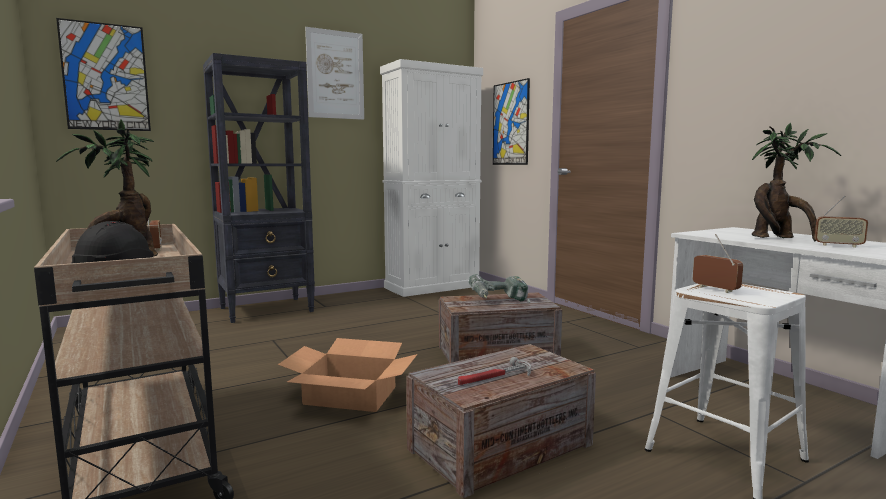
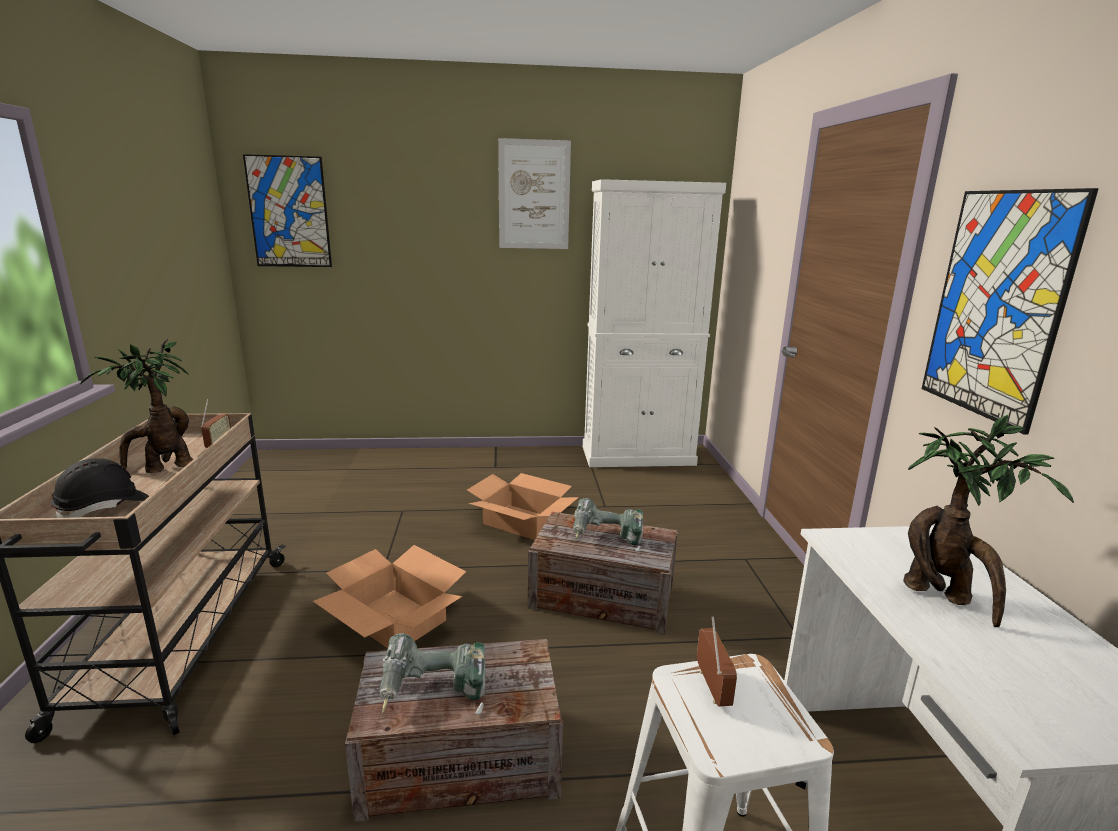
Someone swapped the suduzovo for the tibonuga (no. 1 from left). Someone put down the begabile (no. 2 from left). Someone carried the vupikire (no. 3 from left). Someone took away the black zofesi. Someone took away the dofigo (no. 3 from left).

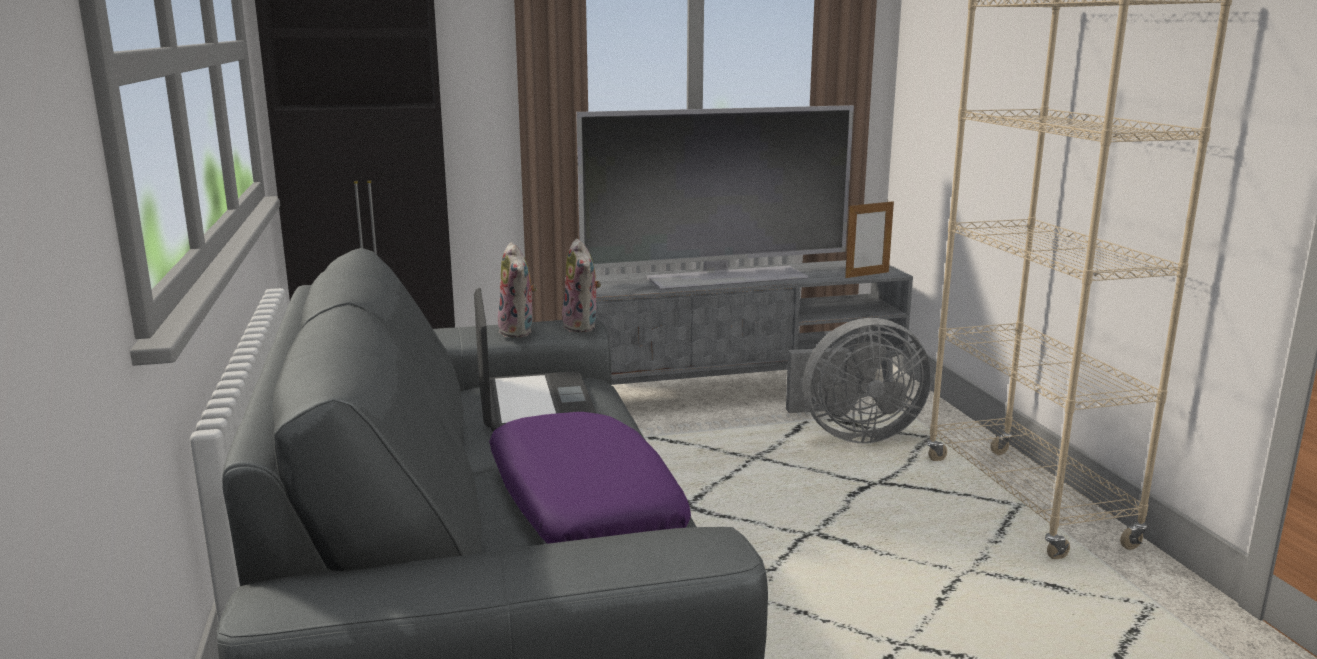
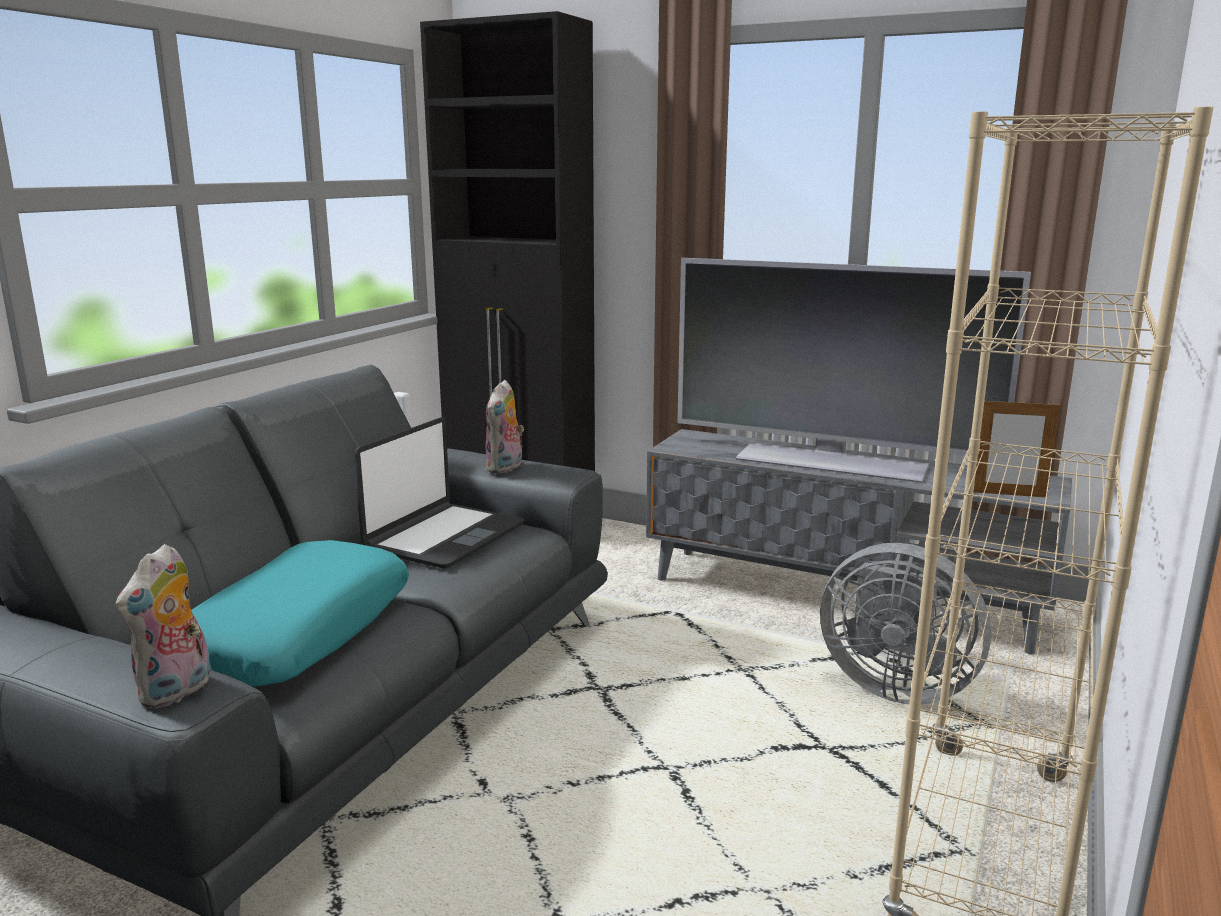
Someone carried the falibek (no. 2 from left in the first image). Someone repainted the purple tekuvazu, which became the turquoise tekuvazu.

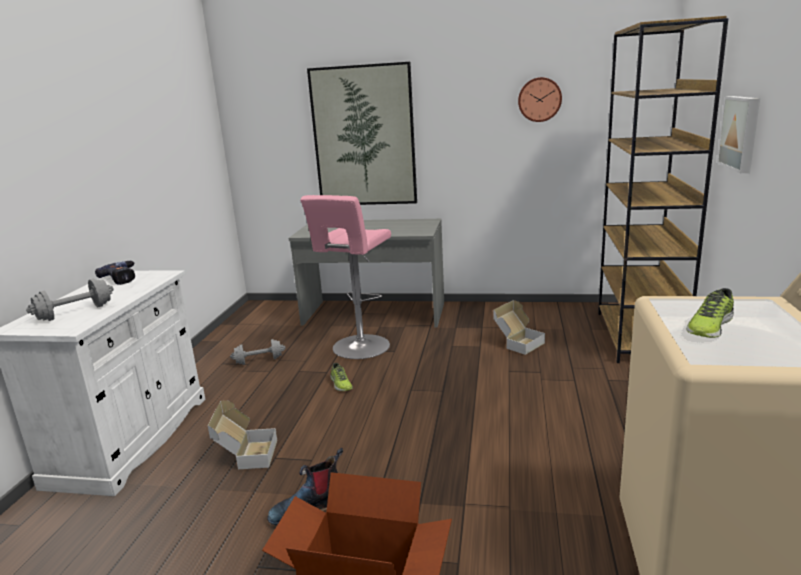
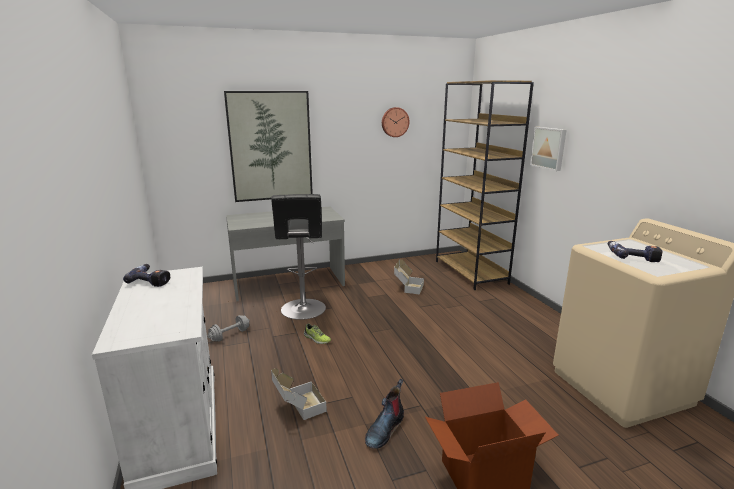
Someone repainted the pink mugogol, which became the black mugogol. Someone swapped the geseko (no. 2 from left) for the tibonuga (no. 2 from left). Someone took away the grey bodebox (no. 1 from left).

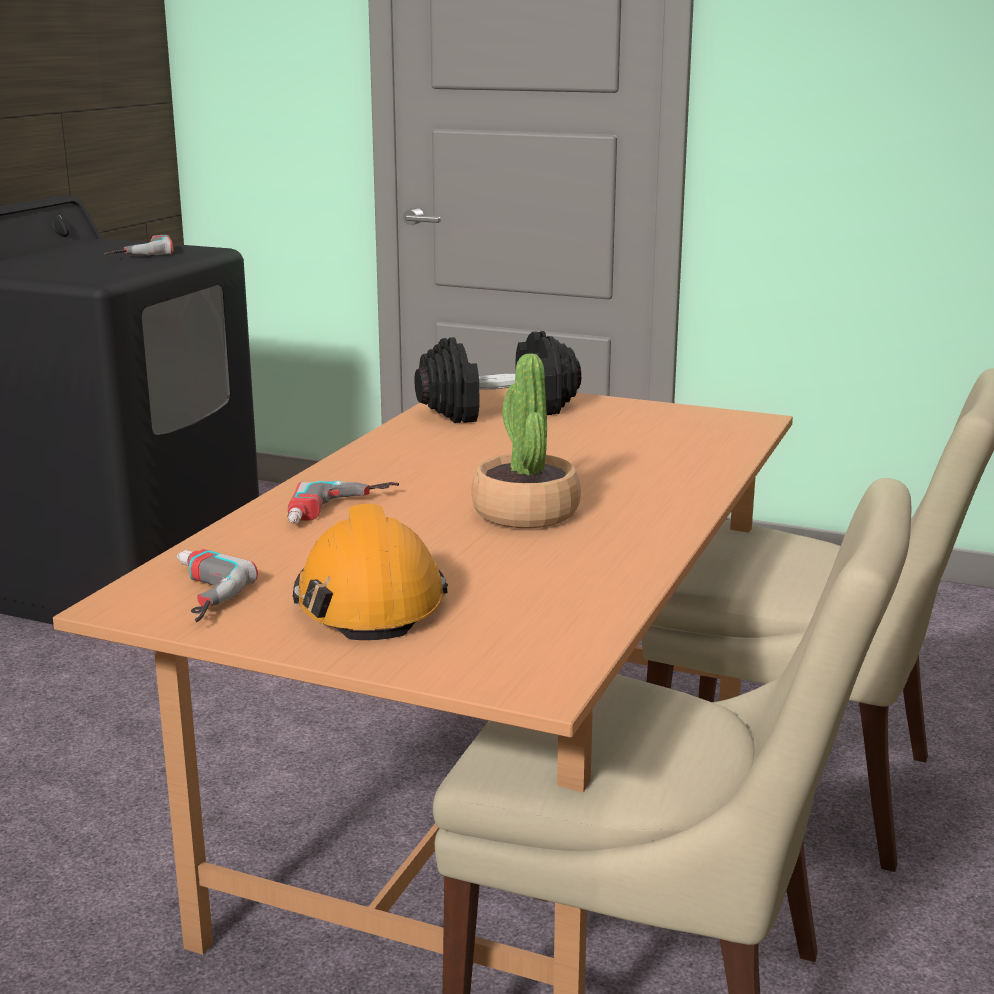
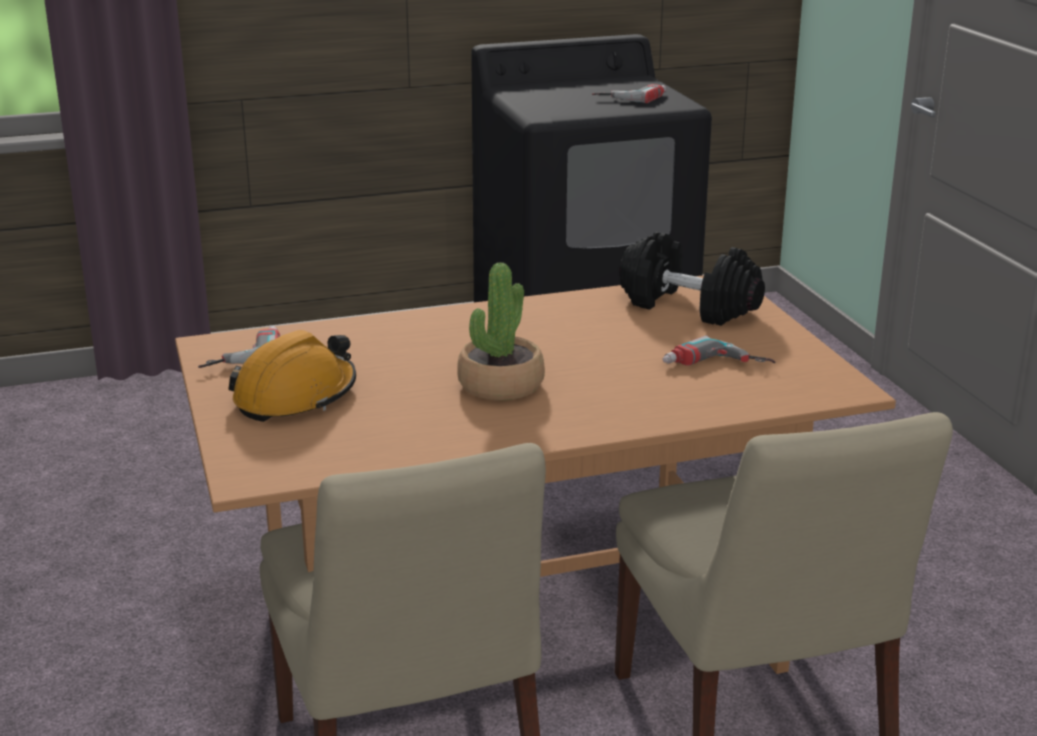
Someone carried the tibonuga (no. 3 from left).

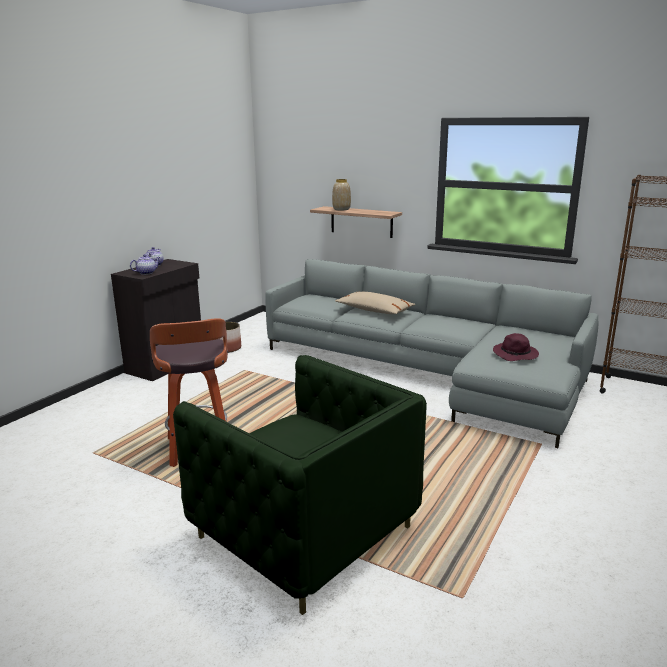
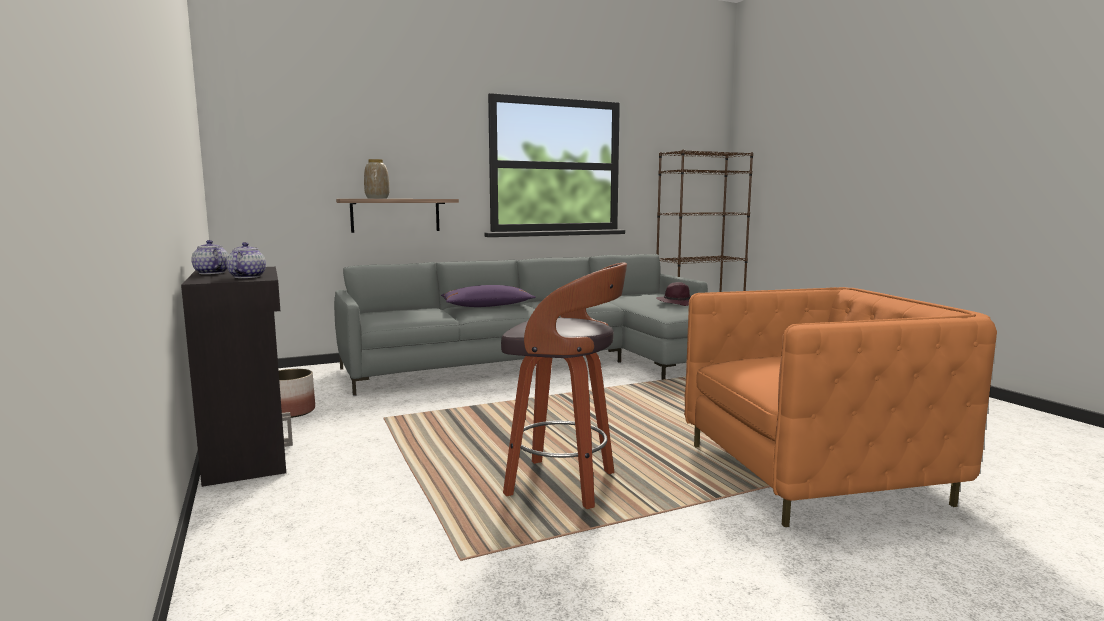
Someone repainted the beige tekuvazu, which became the purple tekuvazu. Someone repainted the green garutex, which became the orange garutex.

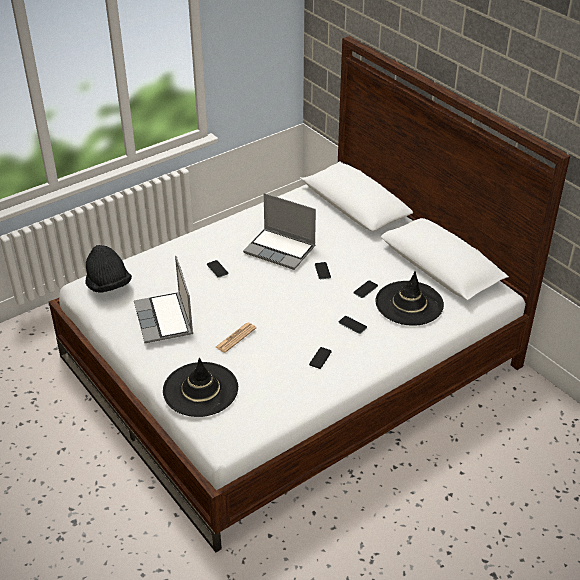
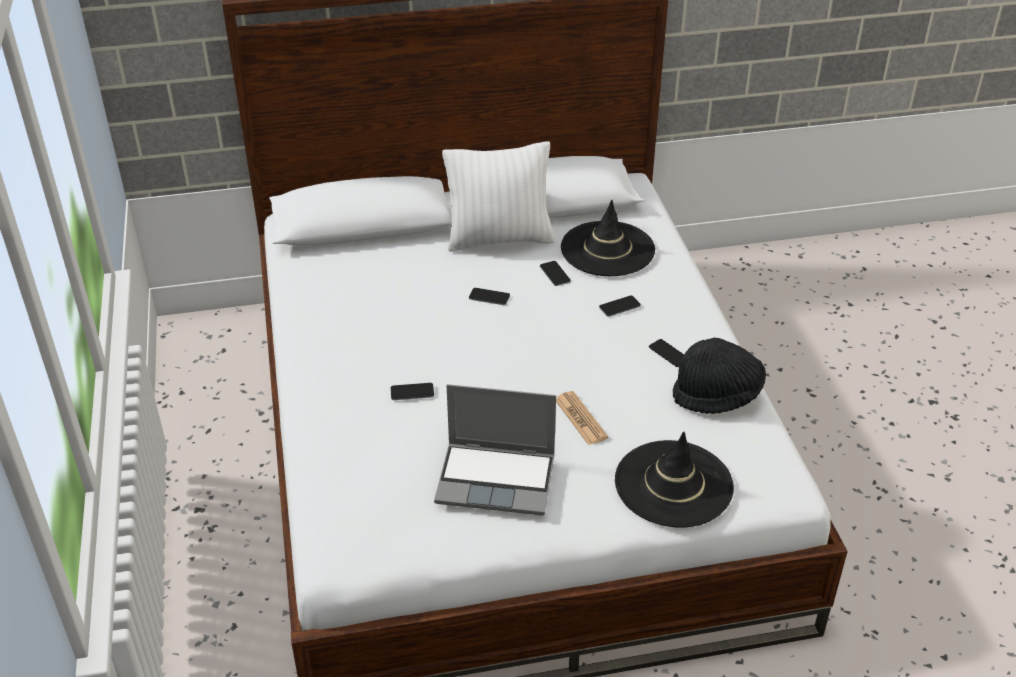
Someone put down the white tekuvazu. Someone carried the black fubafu (no. 1 from left in the first image). Someone took away the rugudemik (no. 2 from left).

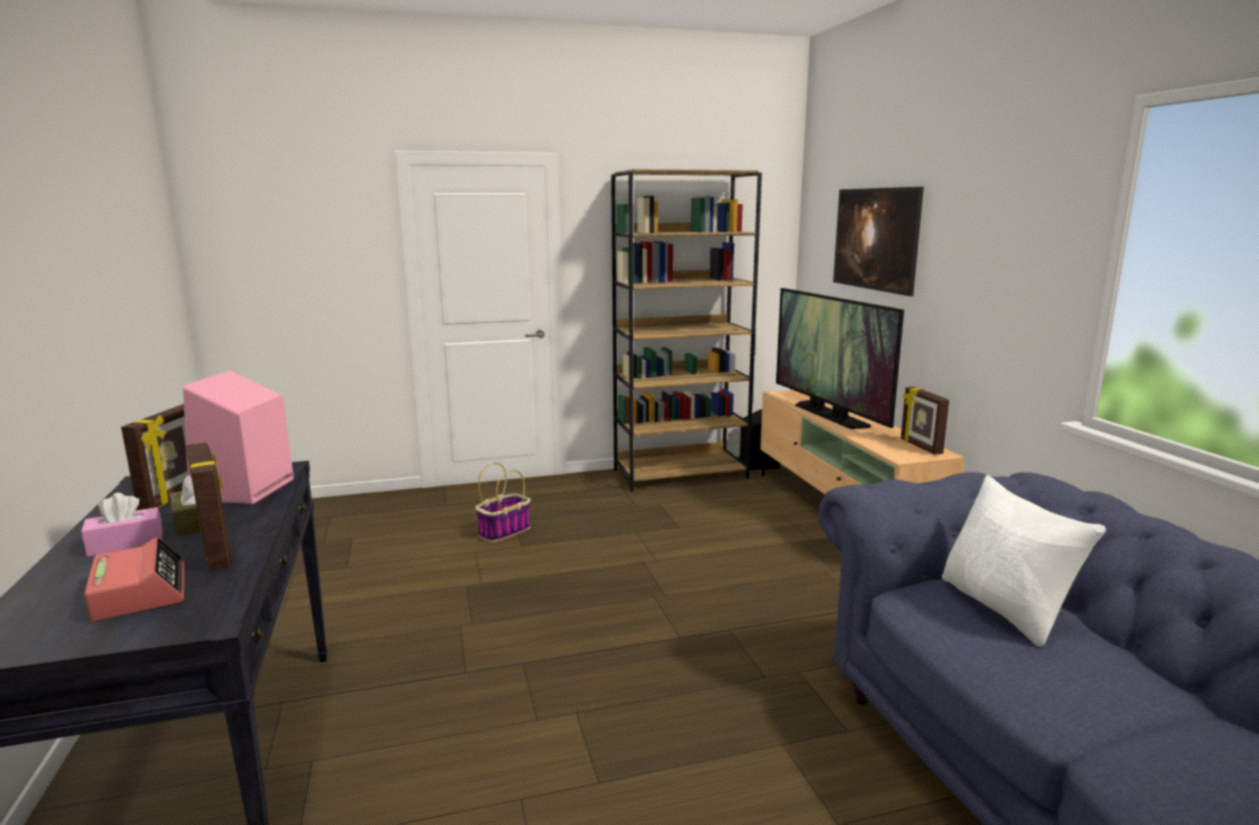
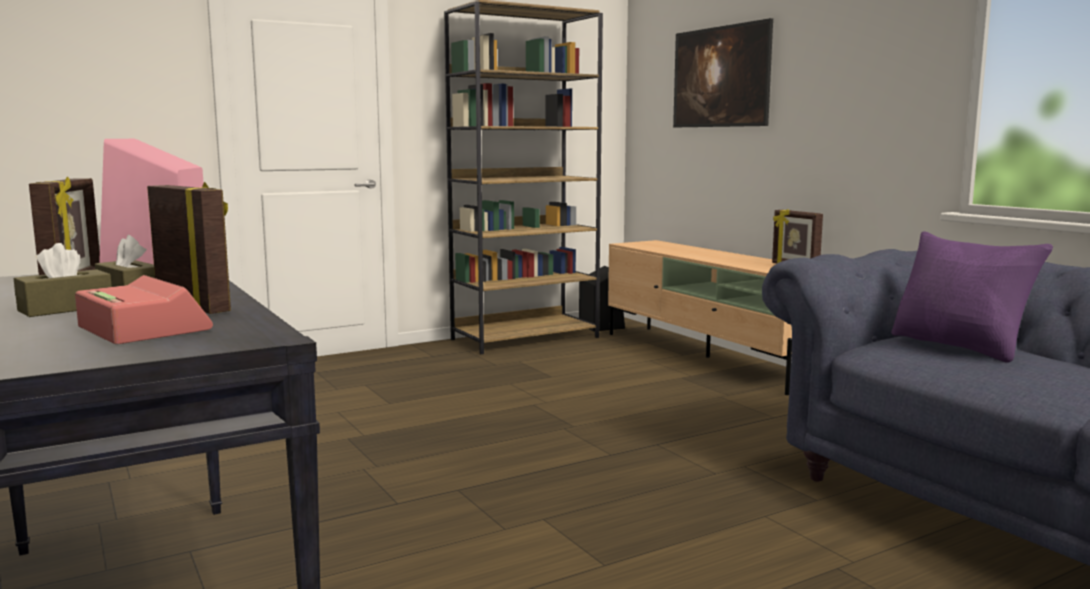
Someone repainted the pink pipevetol, which became the brown pipevetol (no. 1 from left). Someone repainted the white tekuvazu, which became the purple tekuvazu. Someone took away the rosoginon. Someone took away the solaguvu.

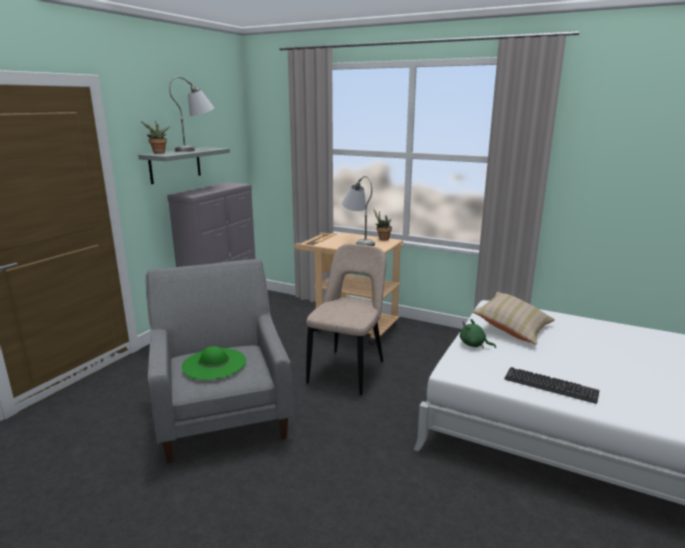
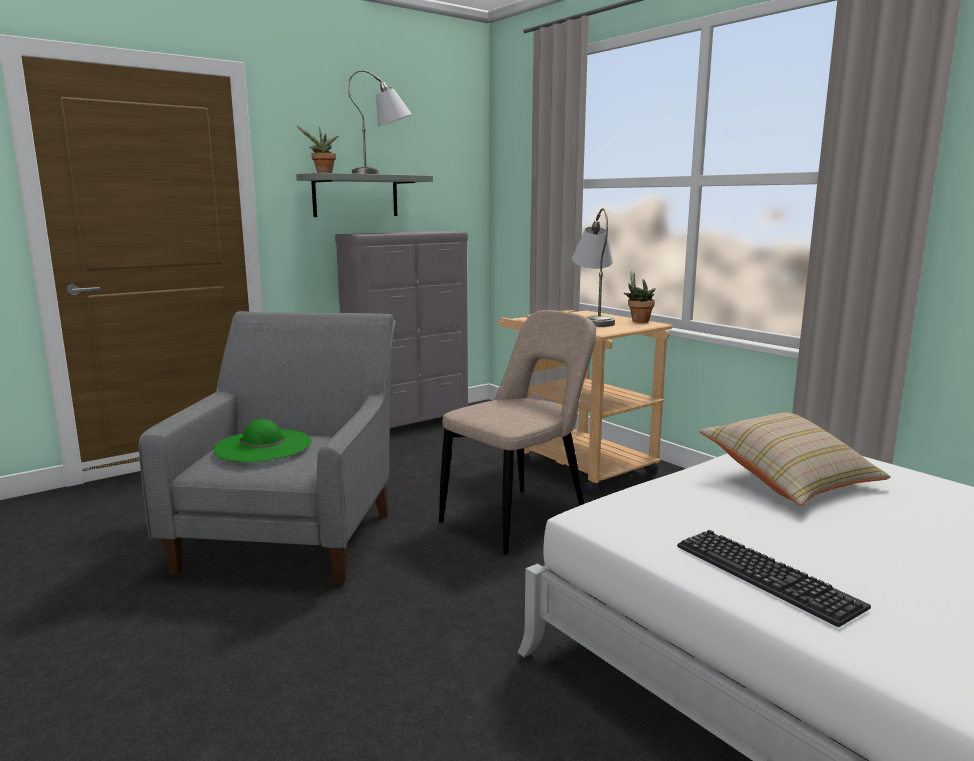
Someone took away the green falibek.

